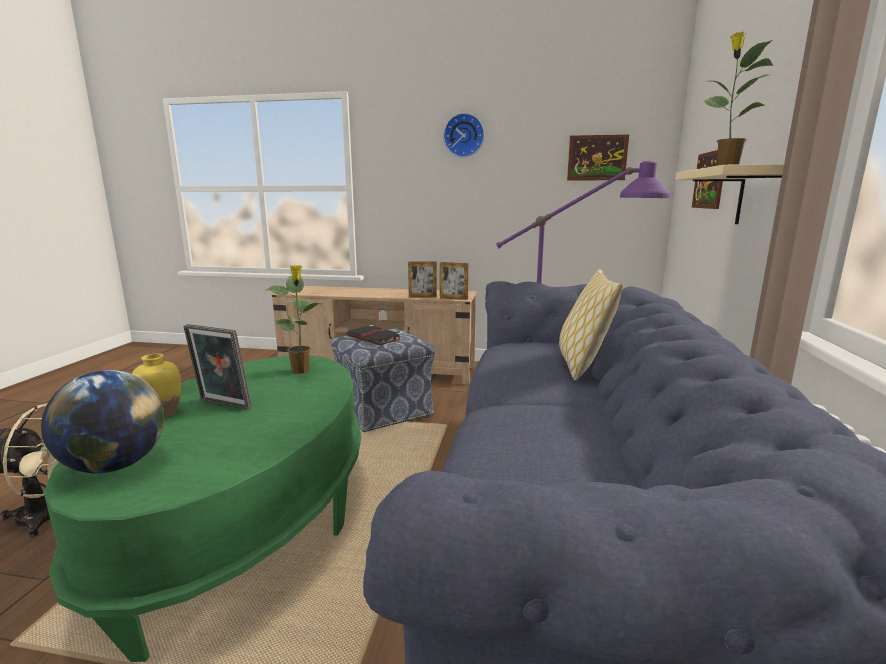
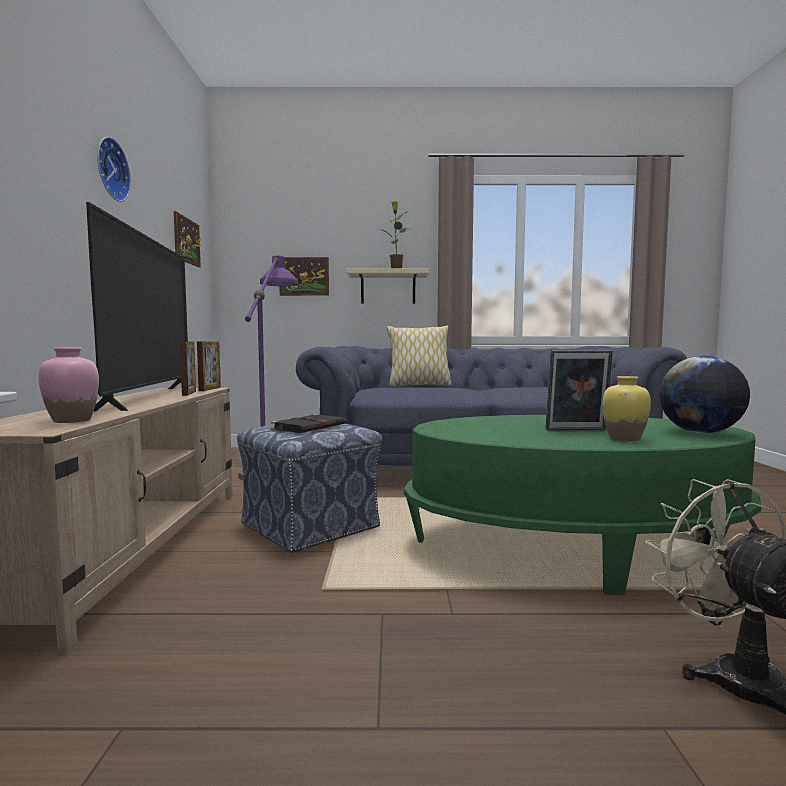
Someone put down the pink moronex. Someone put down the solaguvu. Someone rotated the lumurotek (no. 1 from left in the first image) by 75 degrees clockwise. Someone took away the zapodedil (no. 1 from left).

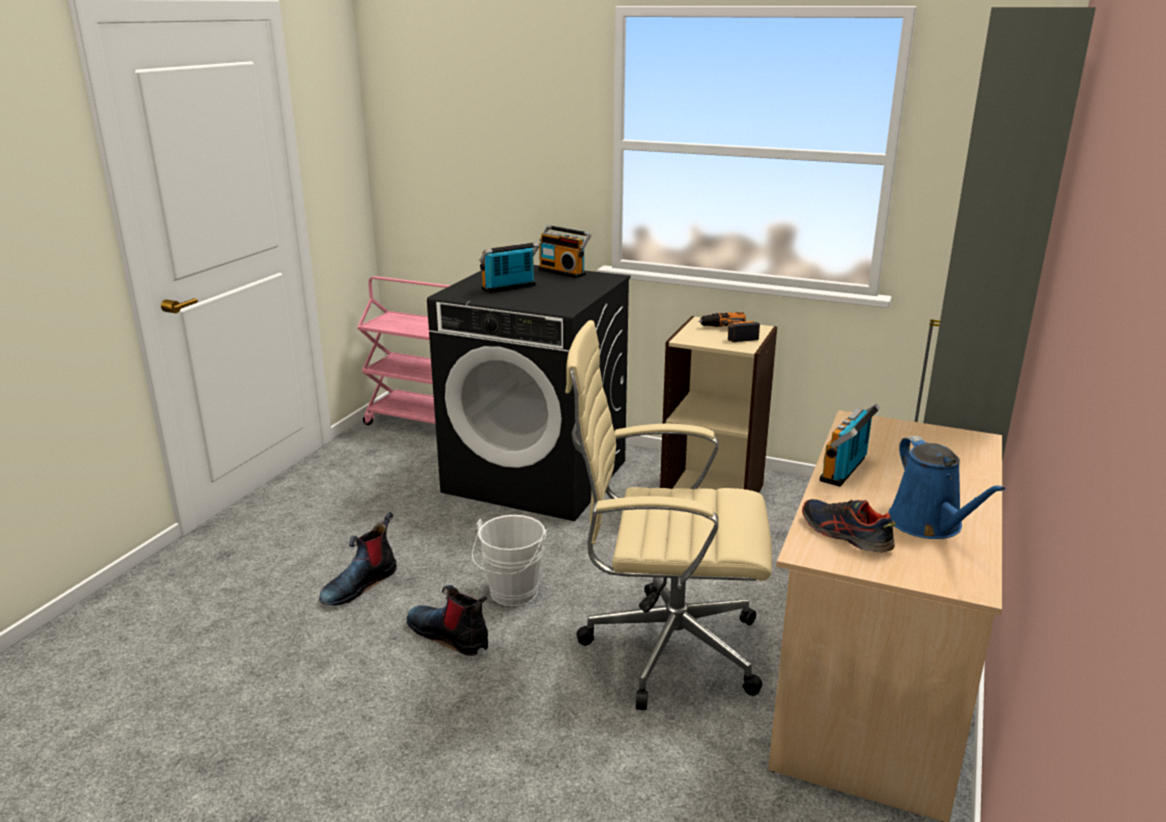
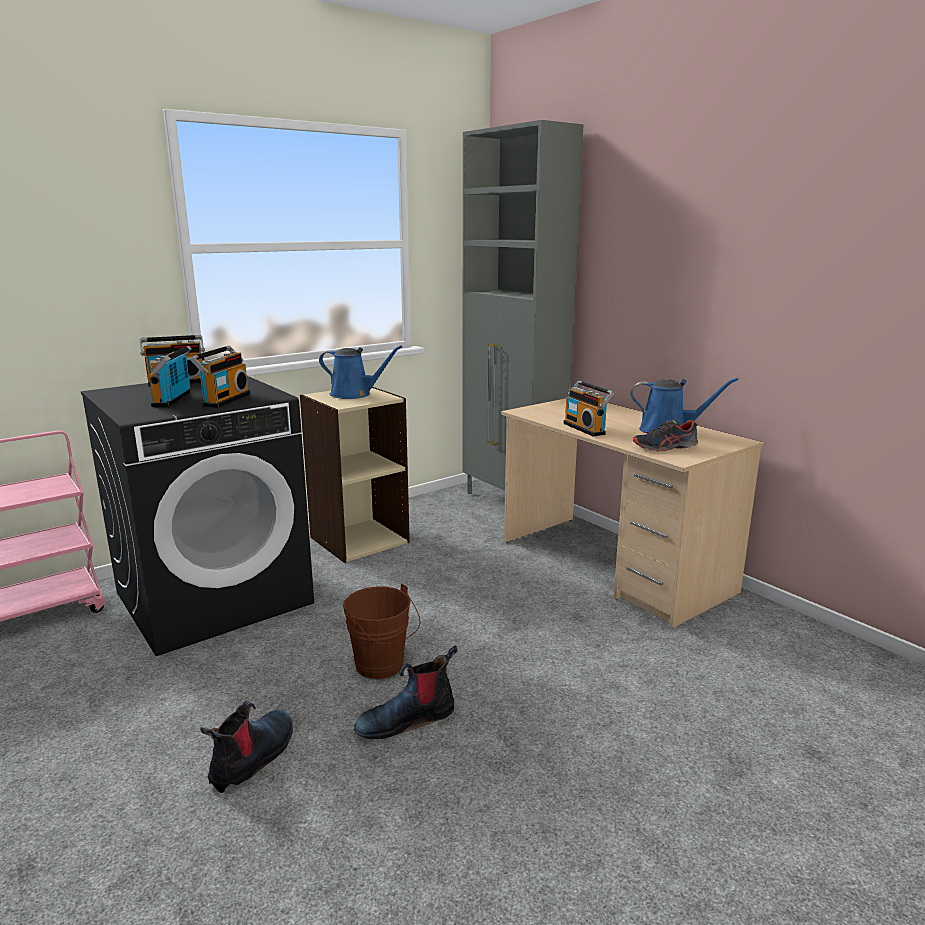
Someone put down the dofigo (no. 3 from left). Someone rotated the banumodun (no. 1 from left) by 135 degrees counterclockwise. Someone swapped the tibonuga for the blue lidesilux (no. 1 from left). Someone repainted the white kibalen, which became the brown kibalen. Someone took away the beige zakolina.

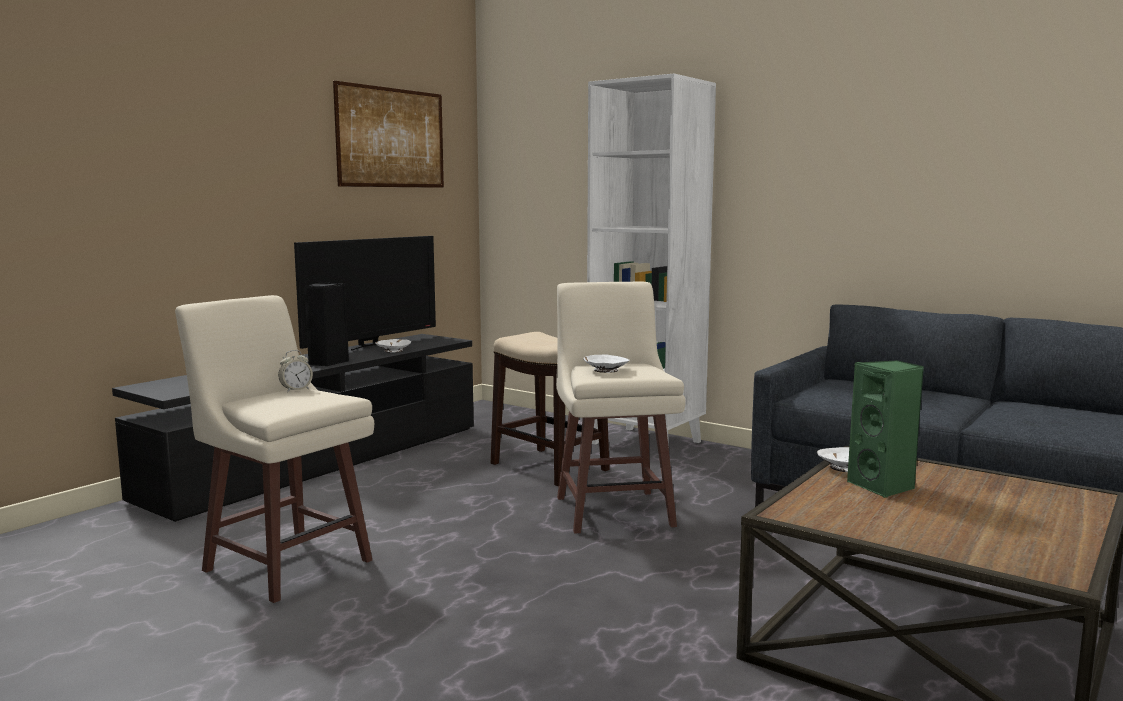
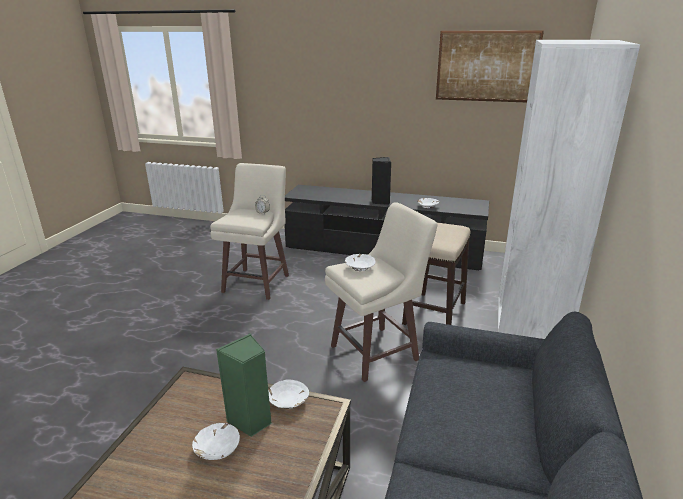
Someone put down the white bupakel (no. 1 from left). Someone took away the solaguvu.

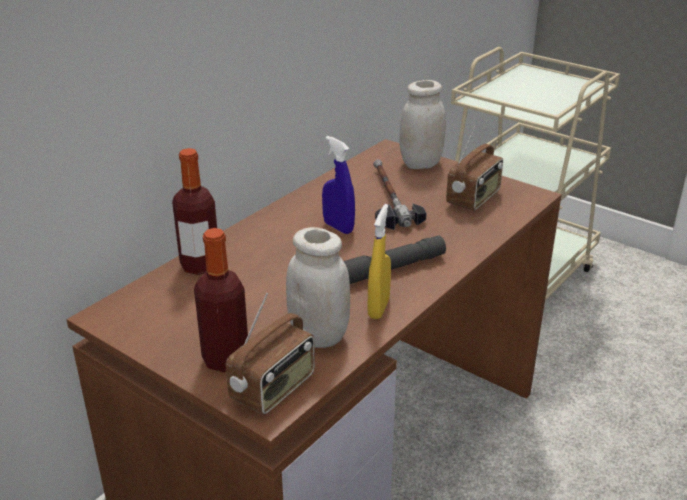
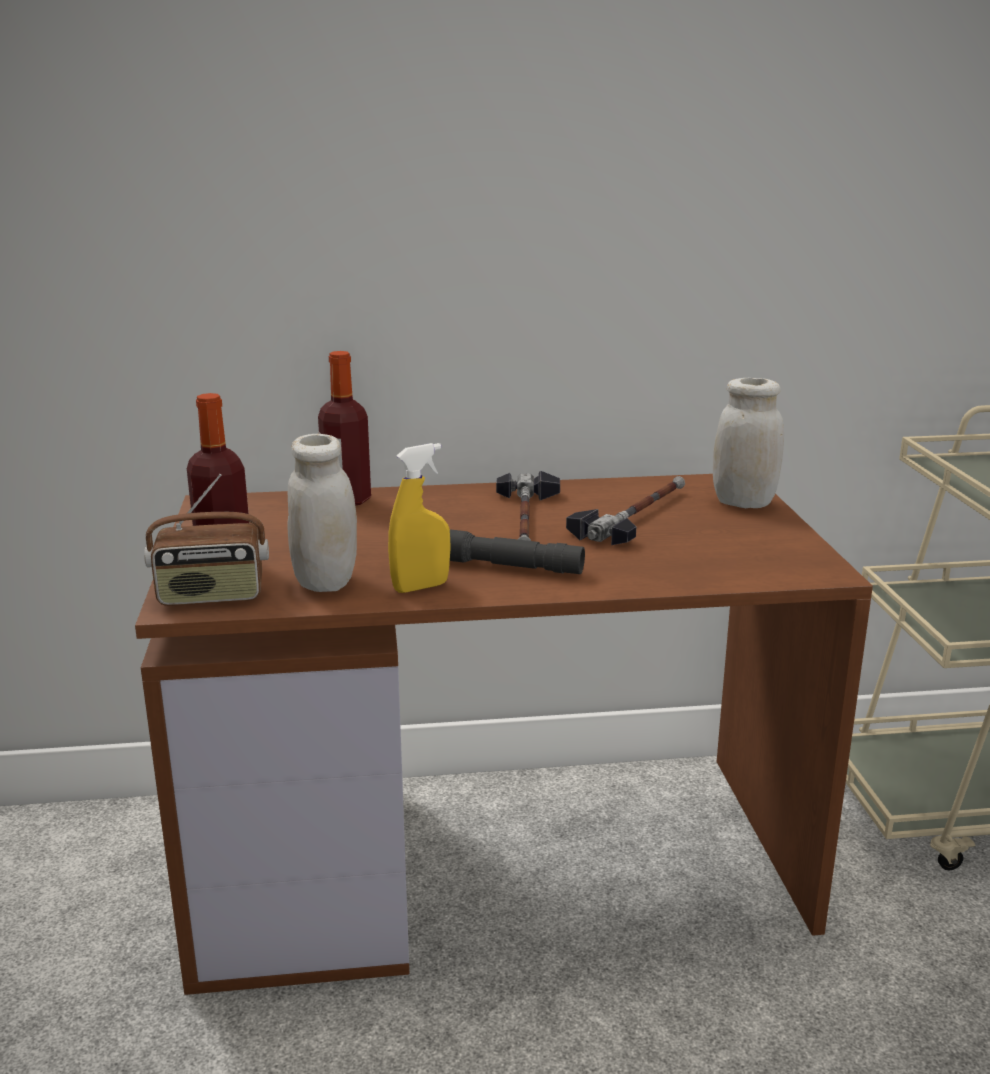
Someone swapped the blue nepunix for the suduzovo (no. 1 from left). Someone took away the dofigo (no. 2 from left).

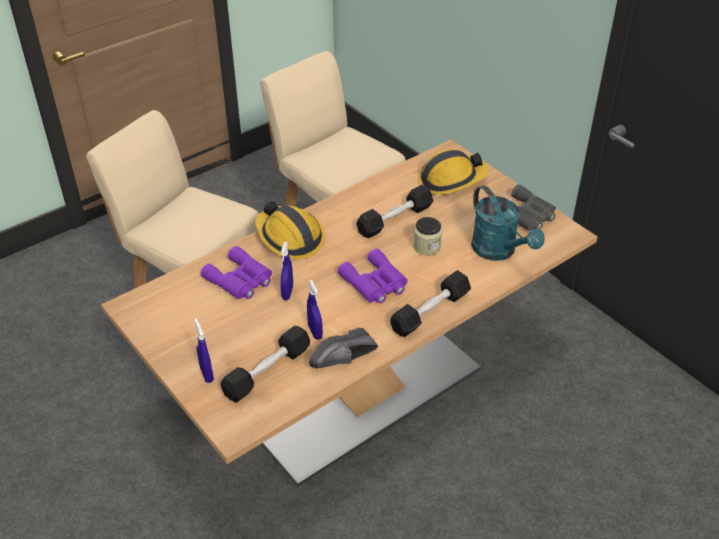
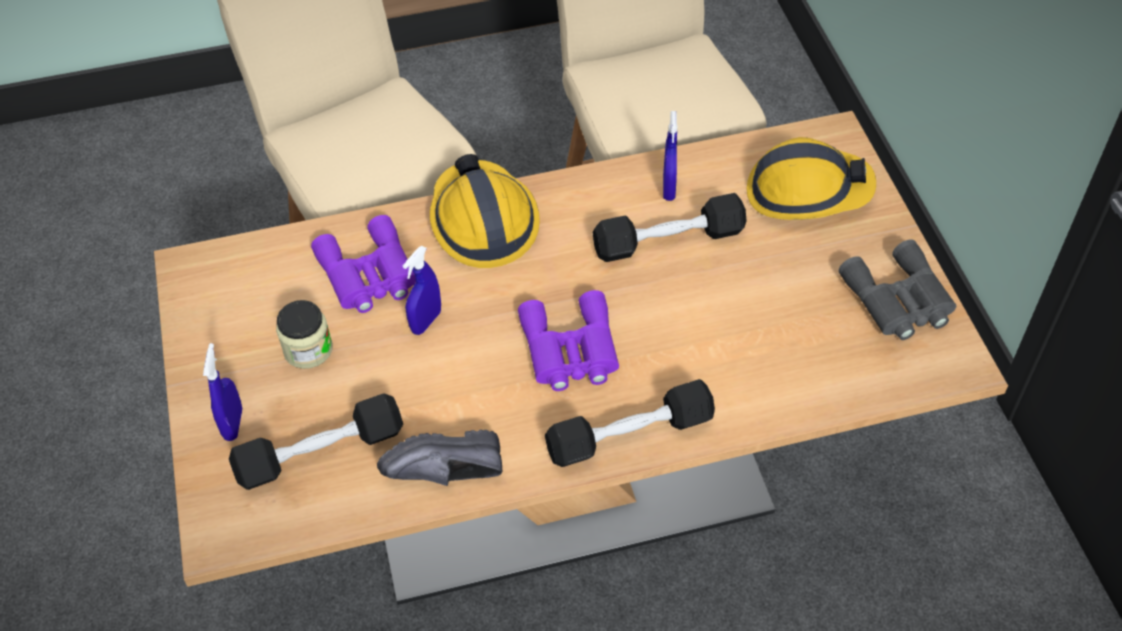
Someone carried the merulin. Someone carried the blue nepunix (no. 3 from left). Someone took away the turquoise lidesilux.

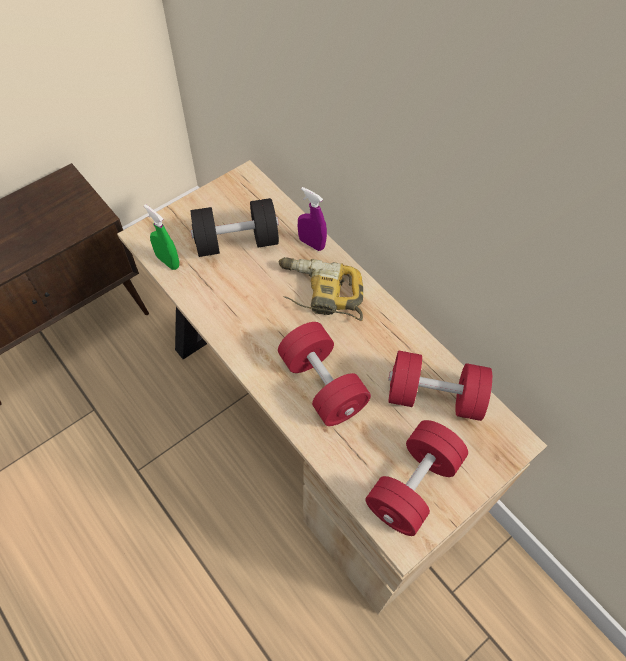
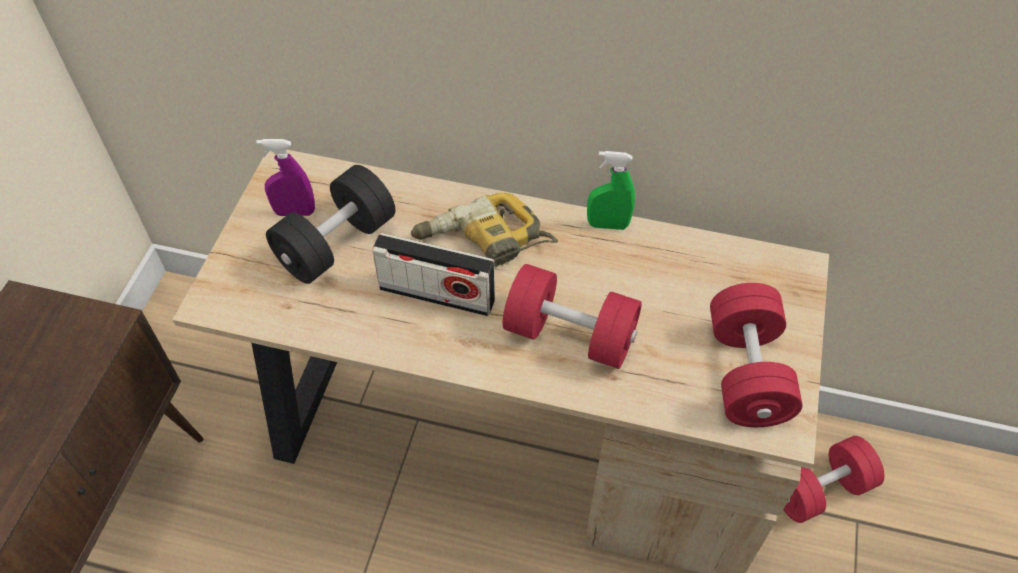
Someone carried the purple nepunix. Someone put down the dofigo. Someone carried the green nepunix. Someone carried the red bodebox (no. 3 from left).

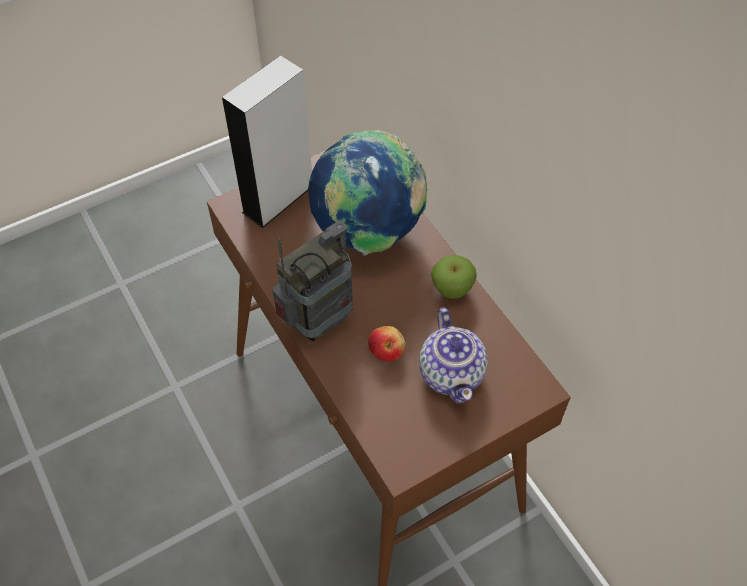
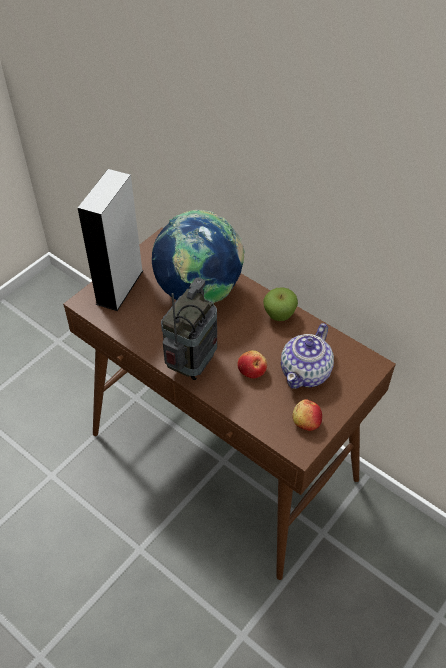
Someone rotated the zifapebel by 60 degrees clockwise. Someone put down the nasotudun (no. 3 from left).

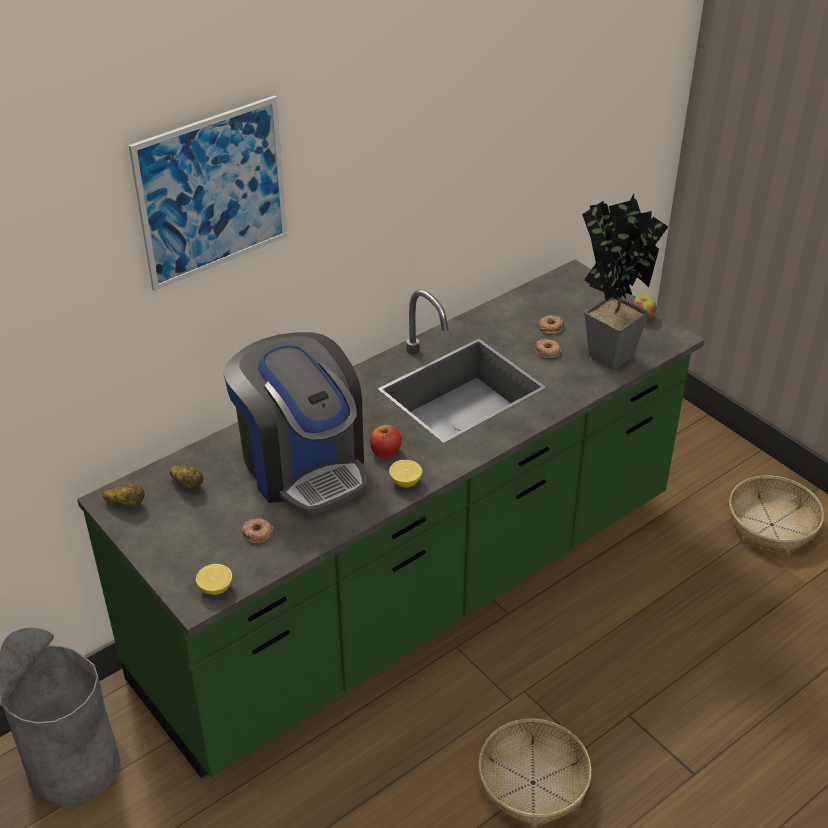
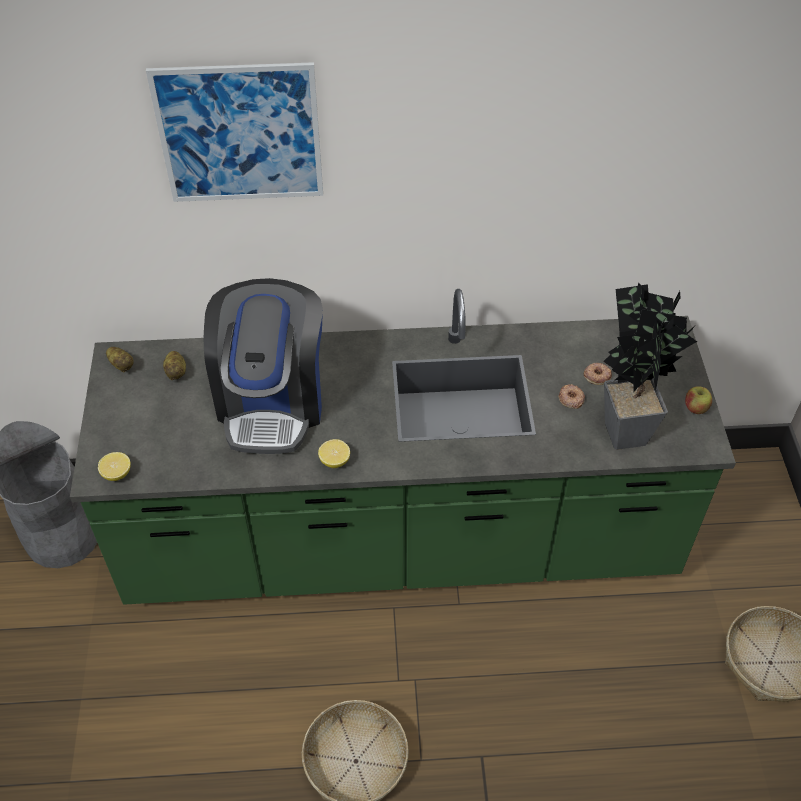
Someone took away the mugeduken (no. 1 from left). Someone took away the nasotudun (no. 1 from left).

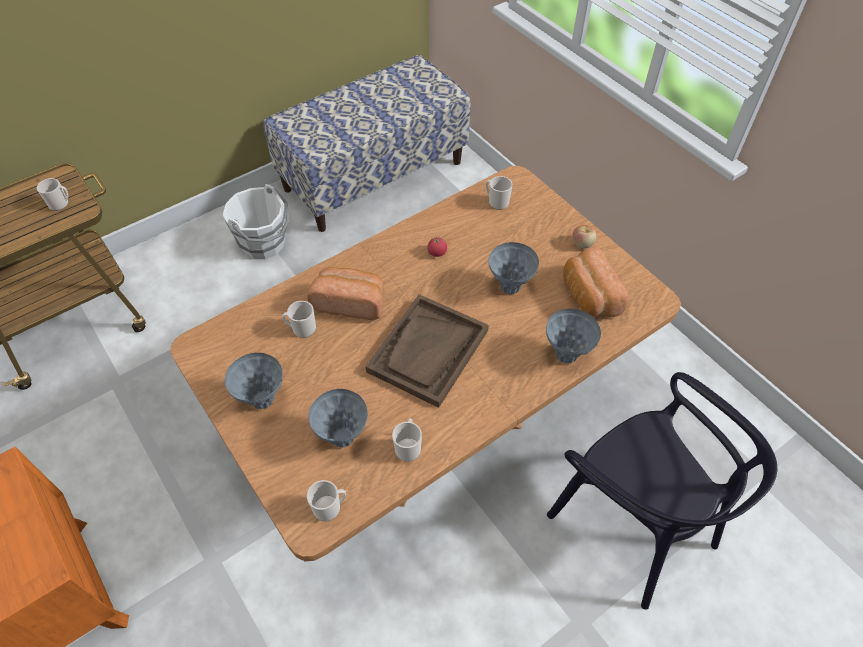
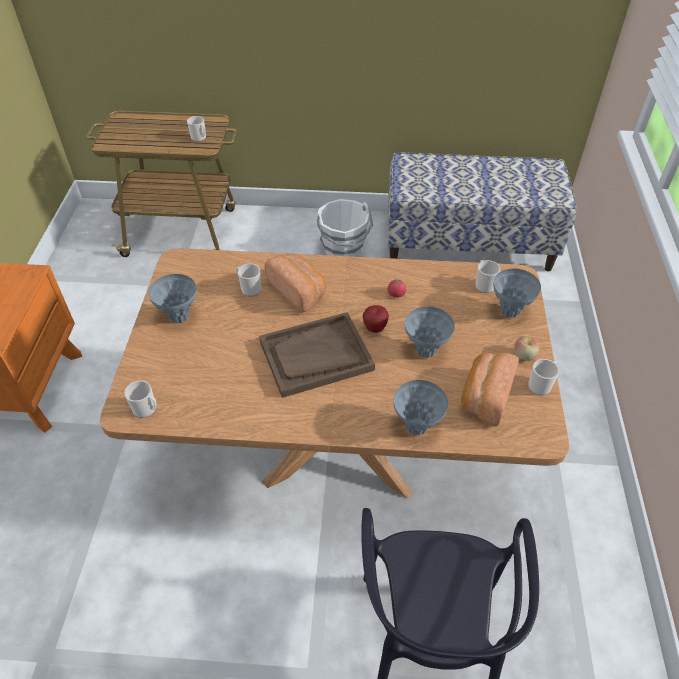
Someone put down the nasotudun (no. 1 from left). Someone carried the grey moronex (no. 2 from left in the first image). Someone carried the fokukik (no. 4 from left in the first image).

